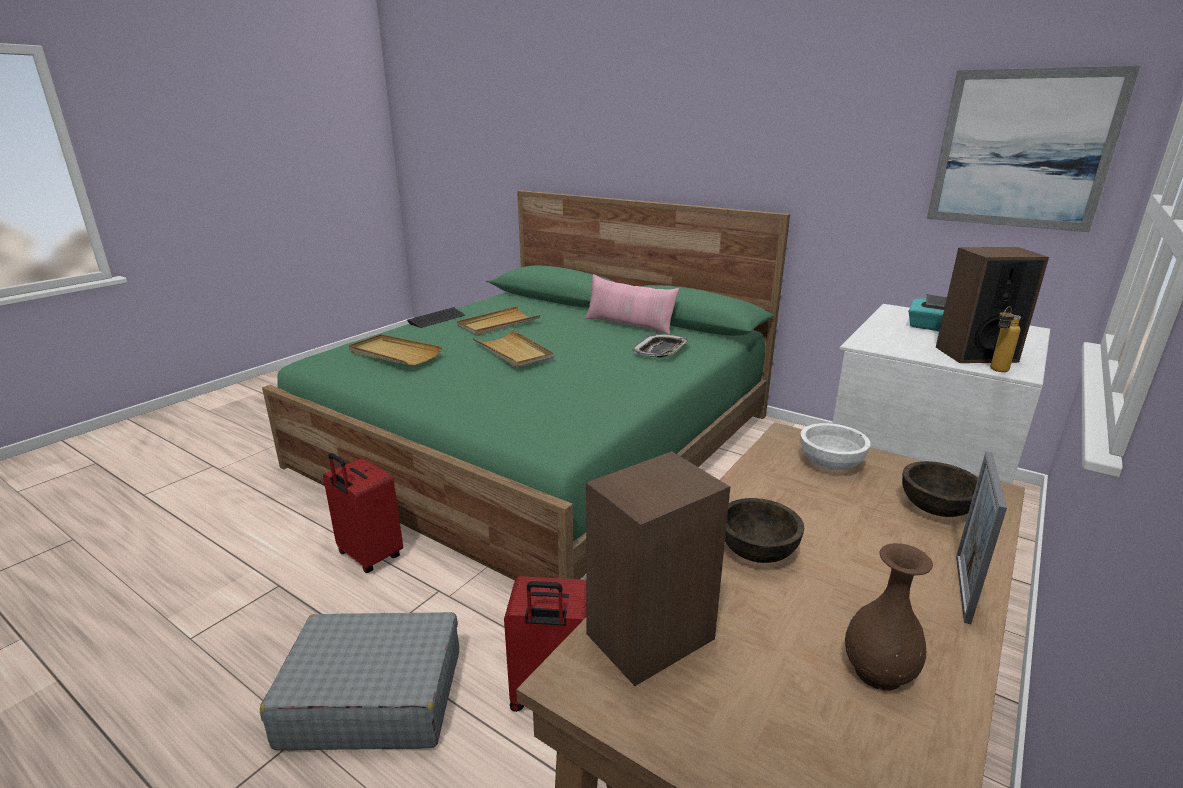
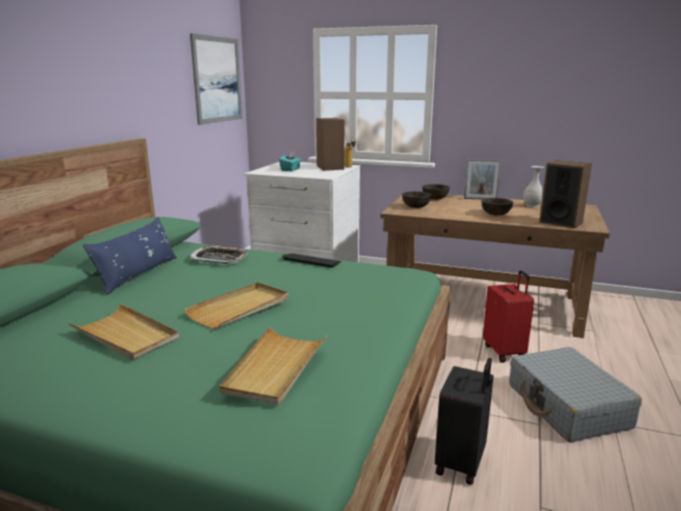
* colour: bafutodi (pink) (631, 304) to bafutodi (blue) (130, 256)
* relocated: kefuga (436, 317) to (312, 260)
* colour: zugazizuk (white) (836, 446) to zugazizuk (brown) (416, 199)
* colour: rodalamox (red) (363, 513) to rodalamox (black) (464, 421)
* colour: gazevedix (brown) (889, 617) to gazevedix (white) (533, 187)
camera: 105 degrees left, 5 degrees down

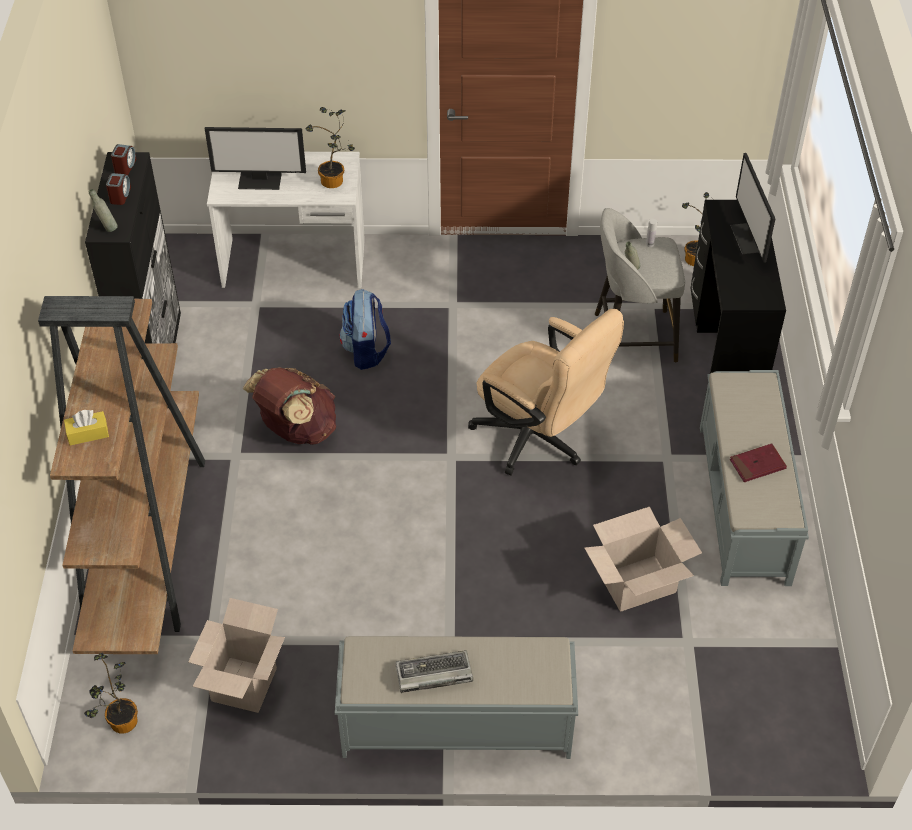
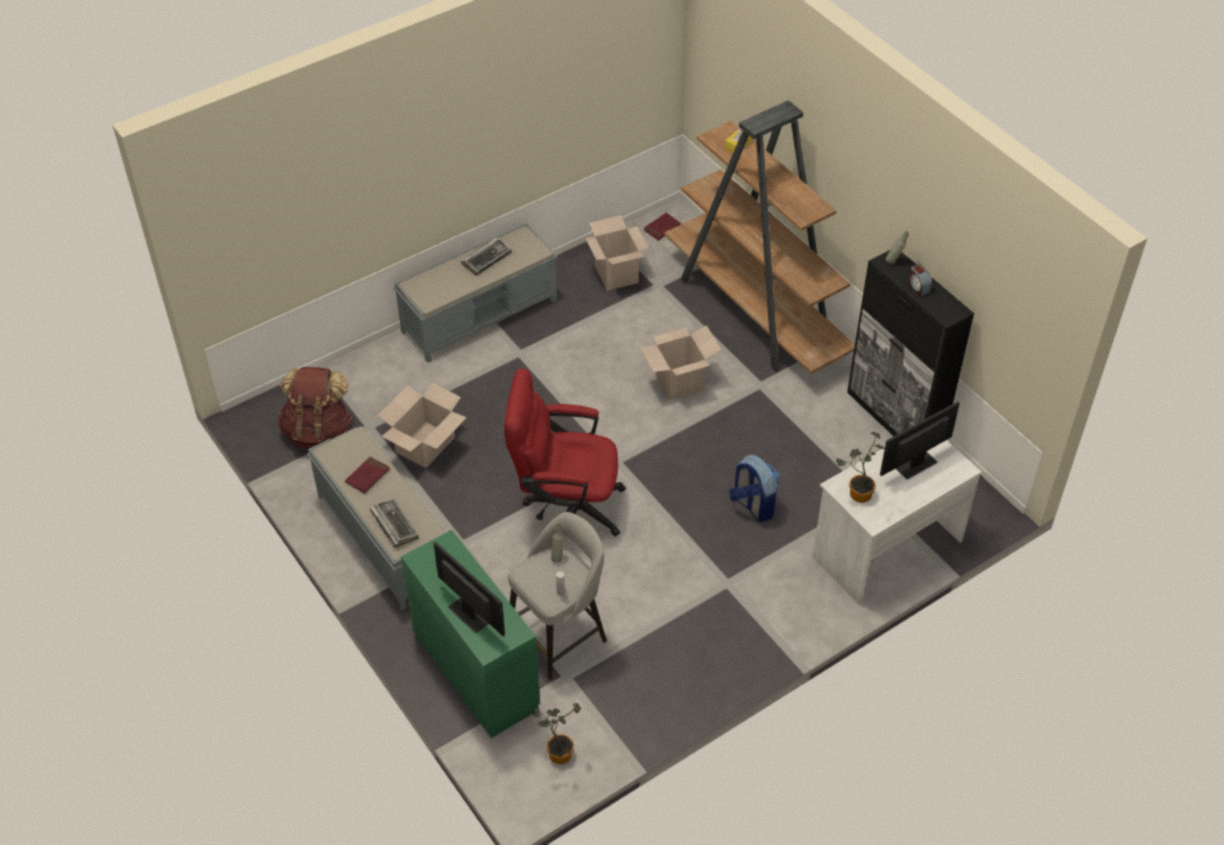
* missing: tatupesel (124, 159)
* colour: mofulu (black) (738, 298) to mofulu (green) (470, 634)
* colour: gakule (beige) (546, 392) to gakule (red) (565, 452)
* relocated: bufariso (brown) (289, 406) to (314, 408)
* exchanged: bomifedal (111, 693) to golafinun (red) (662, 227)
* appeared: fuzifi (680, 363)
* appeared: kefuga (394, 523)
camera: 145 degrees right, 0 degrees up

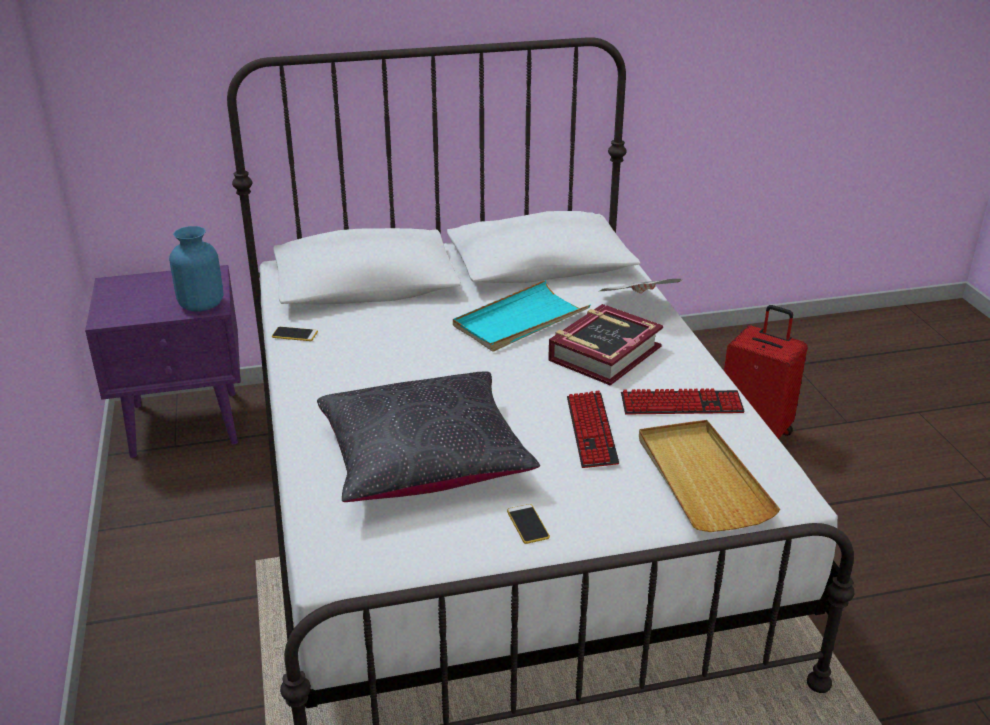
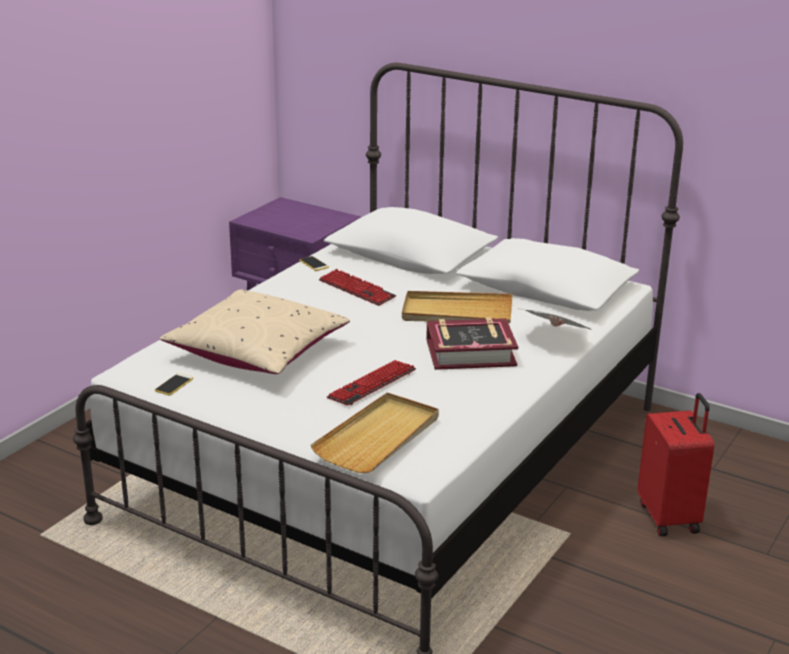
* missing: gazevedix (blue) (196, 268)
* colour: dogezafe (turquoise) (522, 316) to dogezafe (beige) (457, 307)
* colour: bafutodi (black) (428, 436) to bafutodi (beige) (254, 331)
* relocated: kefuga (683, 401) to (357, 287)
* relocated: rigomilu (528, 524) to (174, 384)
camera: 45 degrees right, 5 degrees down

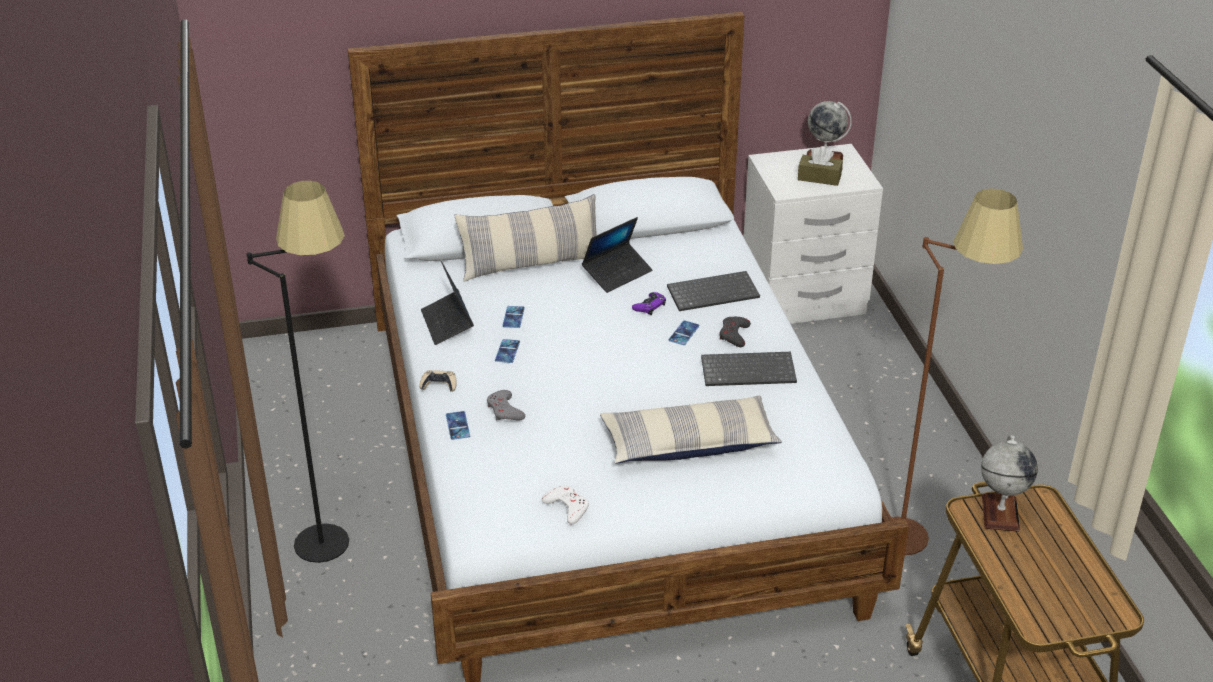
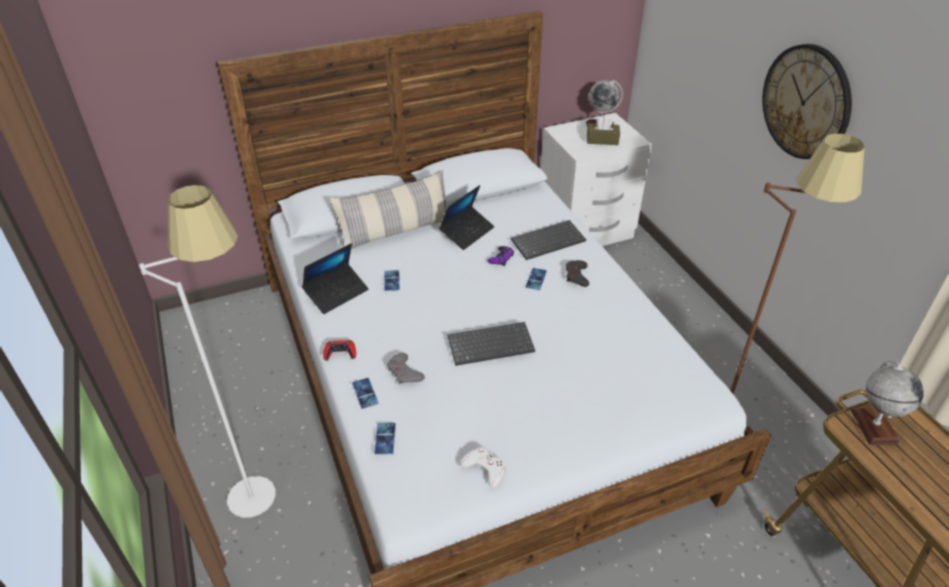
* colour: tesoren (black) (297, 372) to tesoren (white) (207, 351)
* spun: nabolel (447, 303) = (335, 278) 105 degrees counterclockwise
* relocated: rigomilu (507, 351) to (385, 439)
* relocated: kefuga (749, 369) to (491, 344)
* colour: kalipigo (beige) (438, 381) to kalipigo (red) (339, 350)
* missing: bafutodi (691, 430)
* appeared: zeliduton (807, 101)
camera: 10 degrees left, 5 degrees up

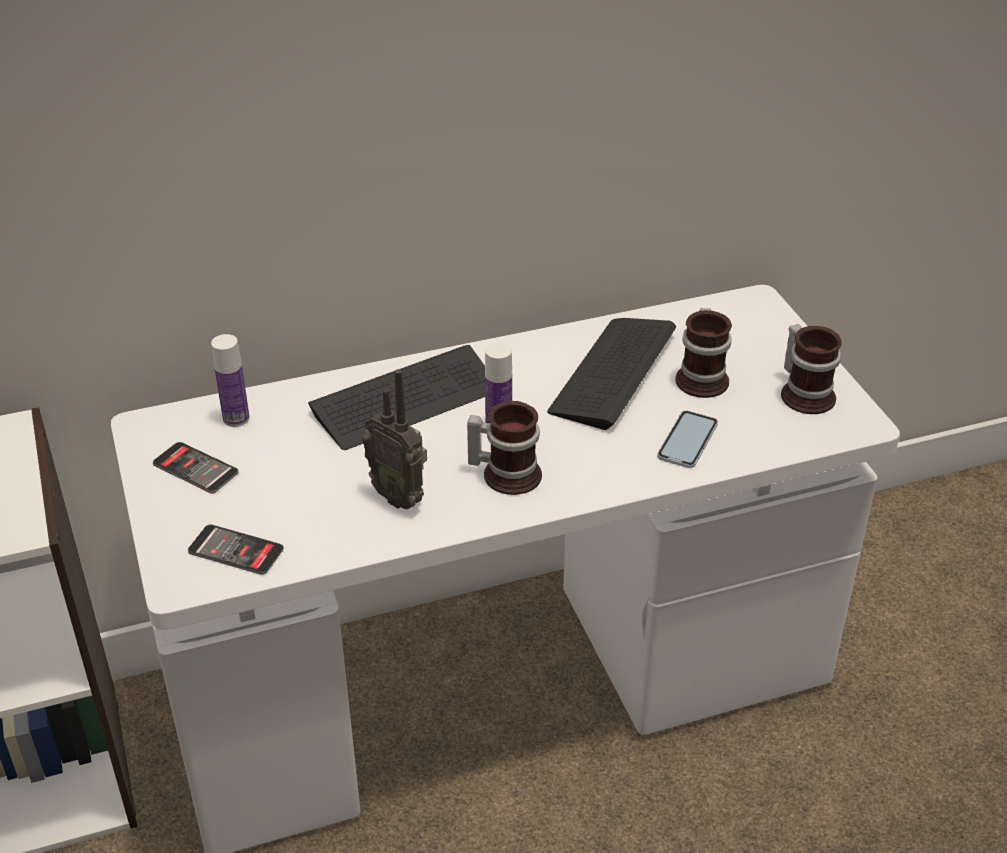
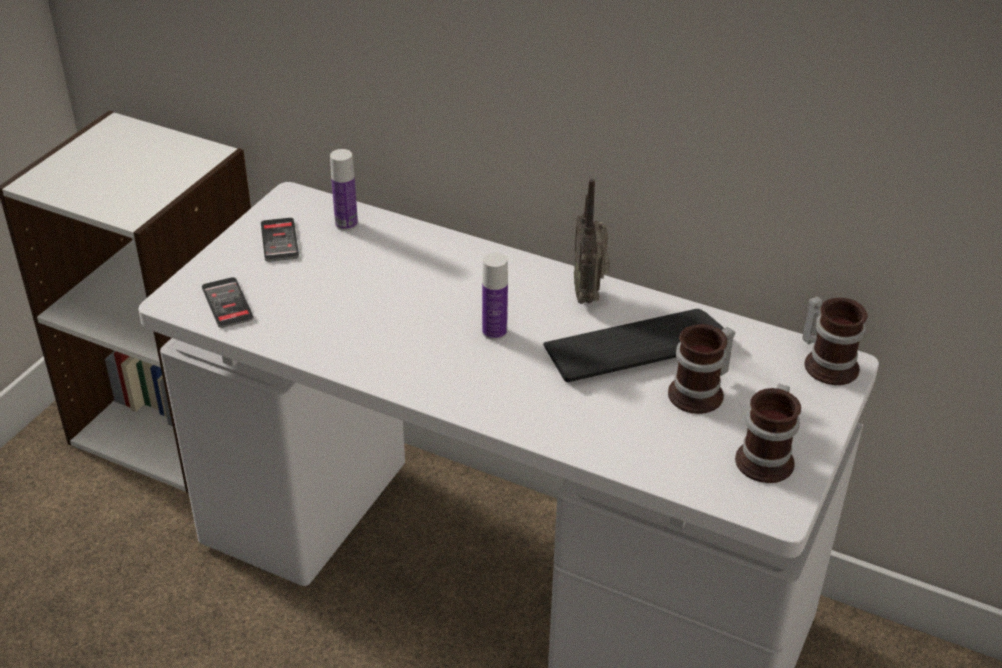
* missing: kefuga (396, 397)
* relocated: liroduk (394, 439) to (592, 241)
* relocated: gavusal (504, 448) to (835, 340)
* missing: rigomilu (687, 439)
camera: 45 degrees right, 0 degrees up

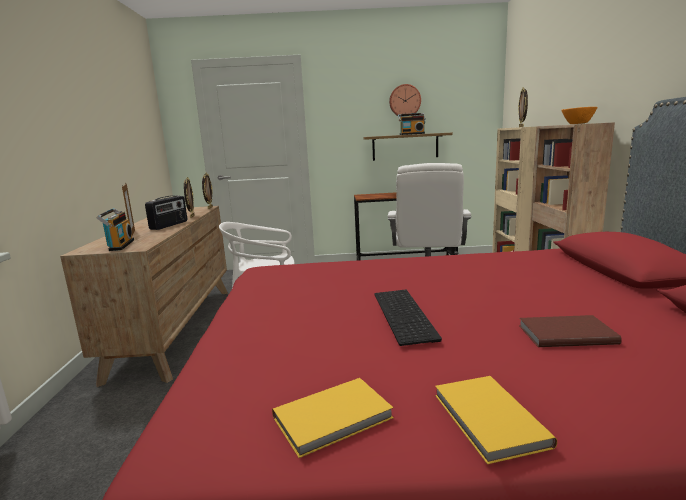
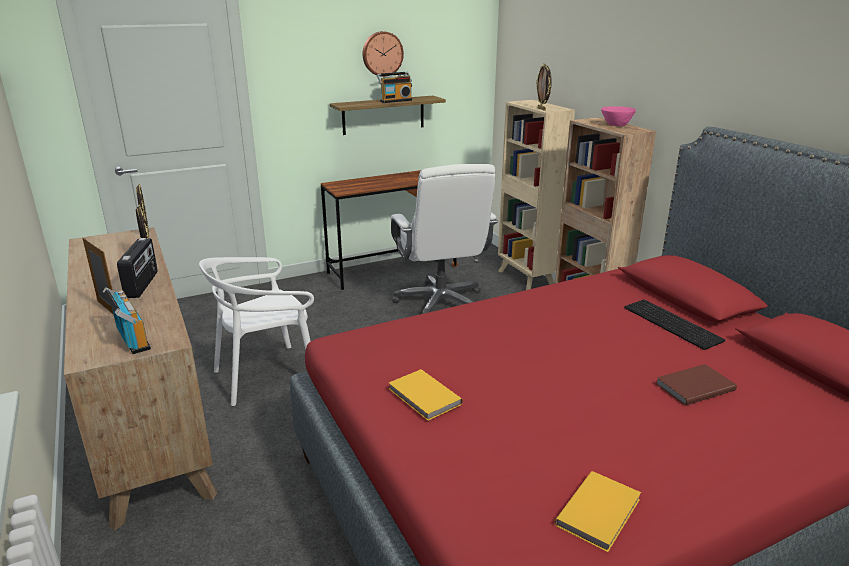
* colour: zugazizuk (orange) (579, 115) to zugazizuk (pink) (618, 116)
* relocated: kefuga (408, 318) to (674, 324)
* relocated: golafinun (yellow) (496, 420) to (426, 395)
camera: 25 degrees left, 10 degrees up

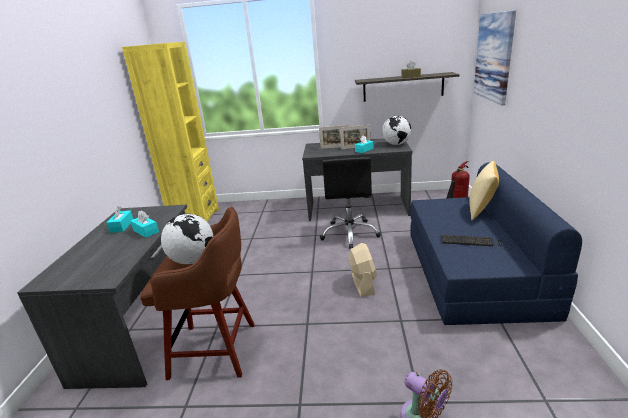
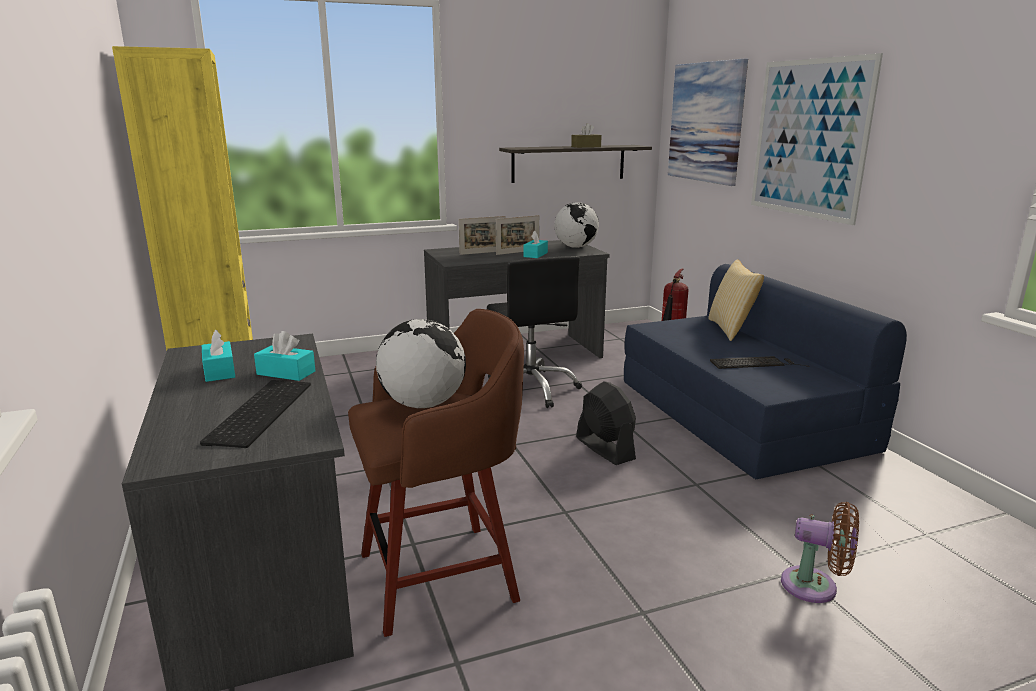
* colour: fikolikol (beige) (362, 270) to fikolikol (black) (606, 423)
* appeared: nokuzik (817, 139)
* appeared: kefuga (255, 414)
camera: 25 degrees left, 5 degrees down

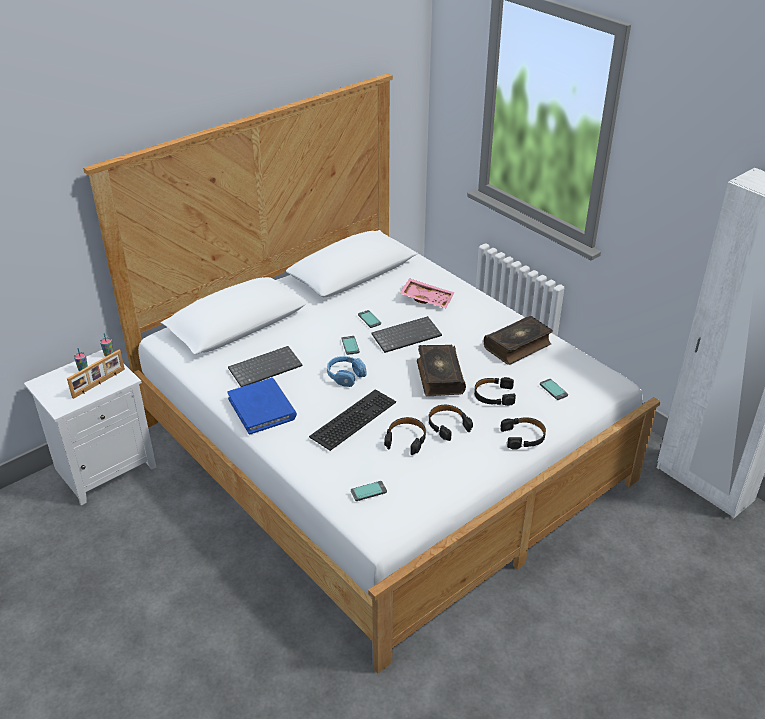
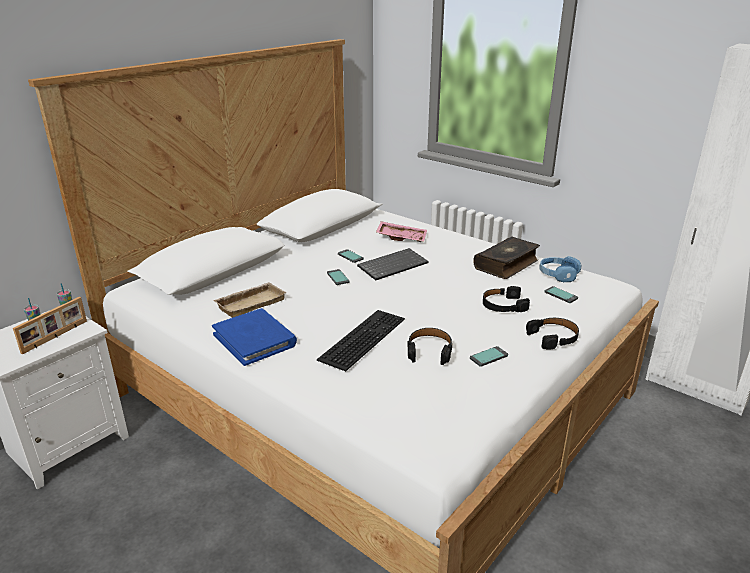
* missing: golafinun (441, 370)
* exchanged: kefuga (265, 366) to dogezafe (beige) (250, 300)
* relocated: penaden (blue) (347, 371) to (560, 269)
* missing: penaden (black) (451, 423)
* relocated: rigomilu (369, 491) to (489, 356)
camera: 10 degrees left, 10 degrees down

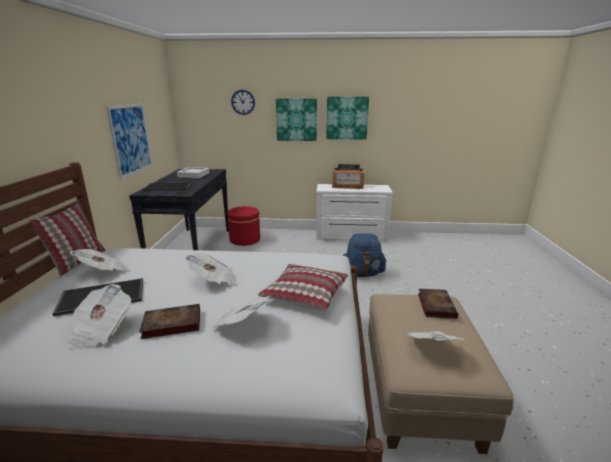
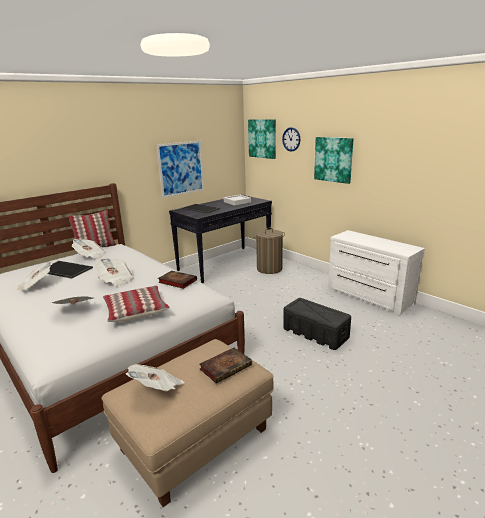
* relocated: nokuzik (347, 118) to (262, 139)
* missing: liroduk (348, 176)
* exchanged: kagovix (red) (243, 226) to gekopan (269, 250)
* exchanged: bufariso (blue) (365, 255) to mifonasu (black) (317, 324)
* relocated: golafinun (169, 321) to (177, 280)
camera: 45 degrees right, 0 degrees up

